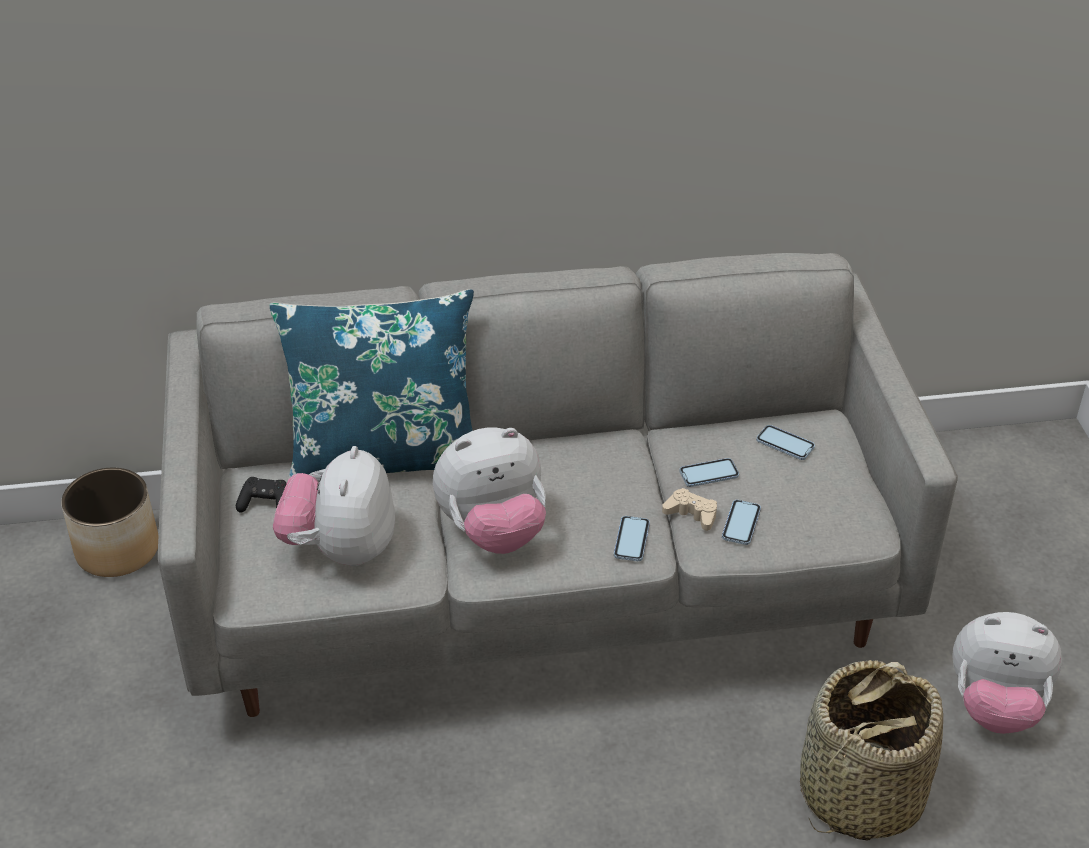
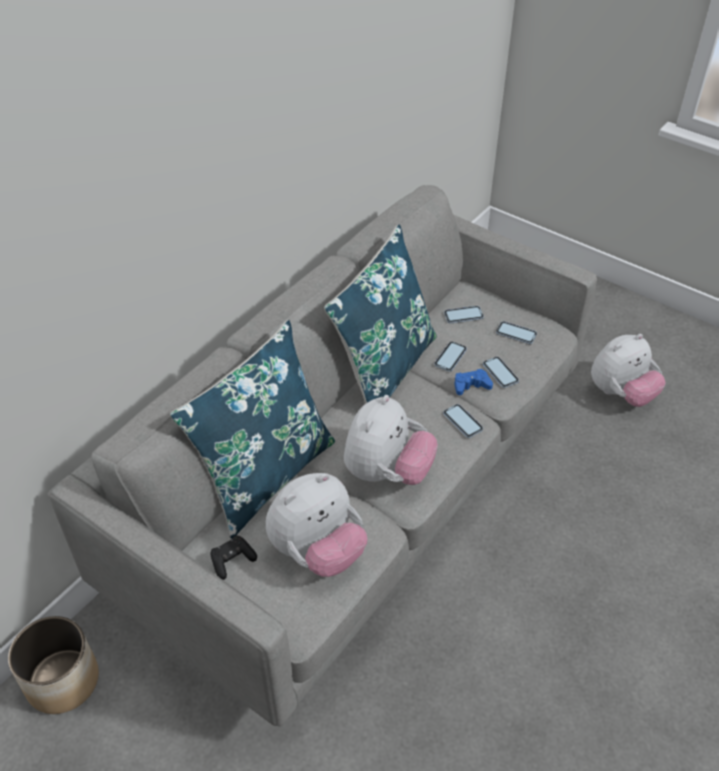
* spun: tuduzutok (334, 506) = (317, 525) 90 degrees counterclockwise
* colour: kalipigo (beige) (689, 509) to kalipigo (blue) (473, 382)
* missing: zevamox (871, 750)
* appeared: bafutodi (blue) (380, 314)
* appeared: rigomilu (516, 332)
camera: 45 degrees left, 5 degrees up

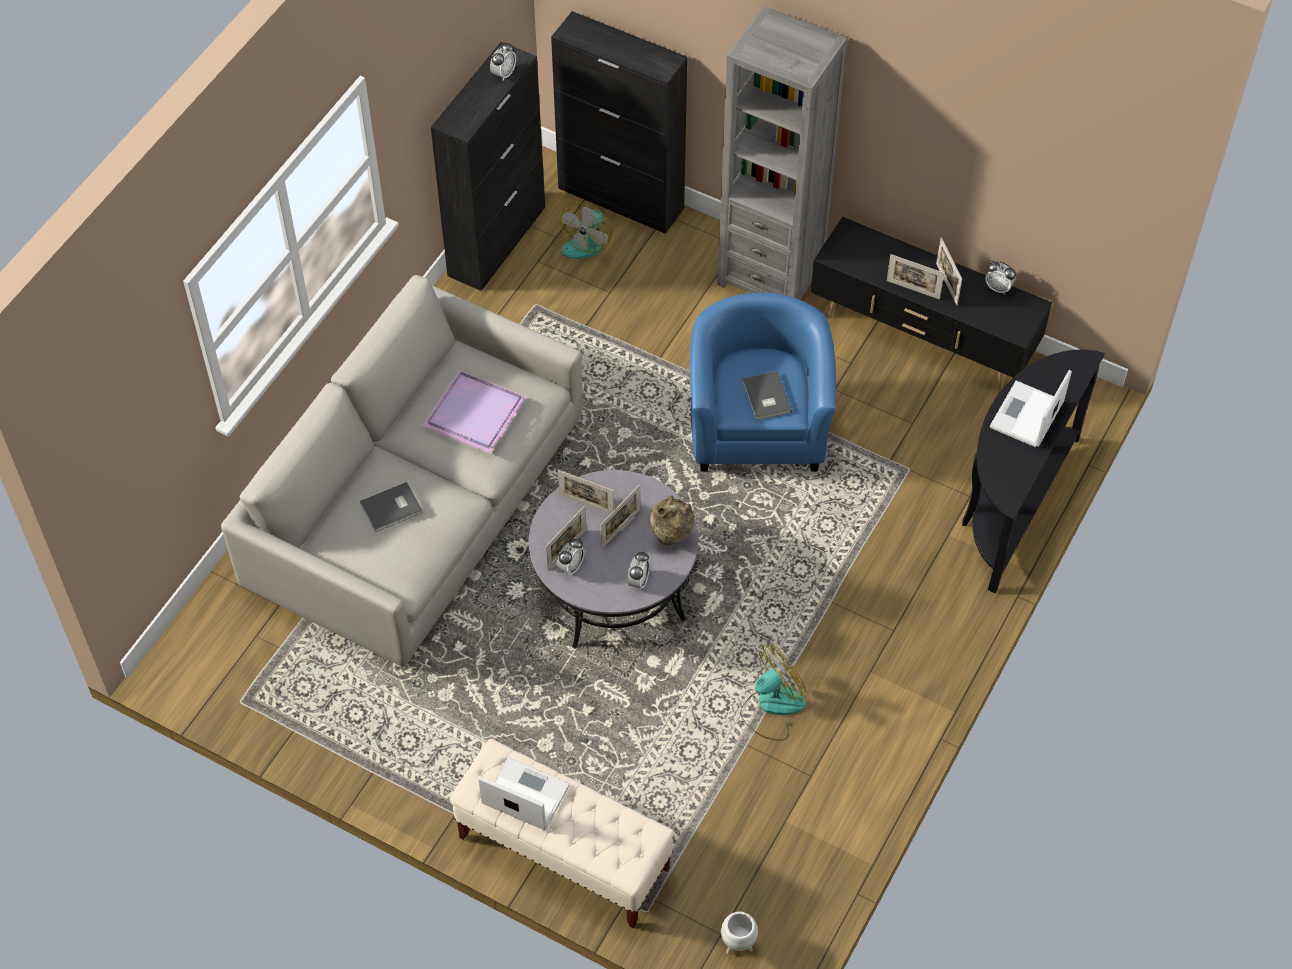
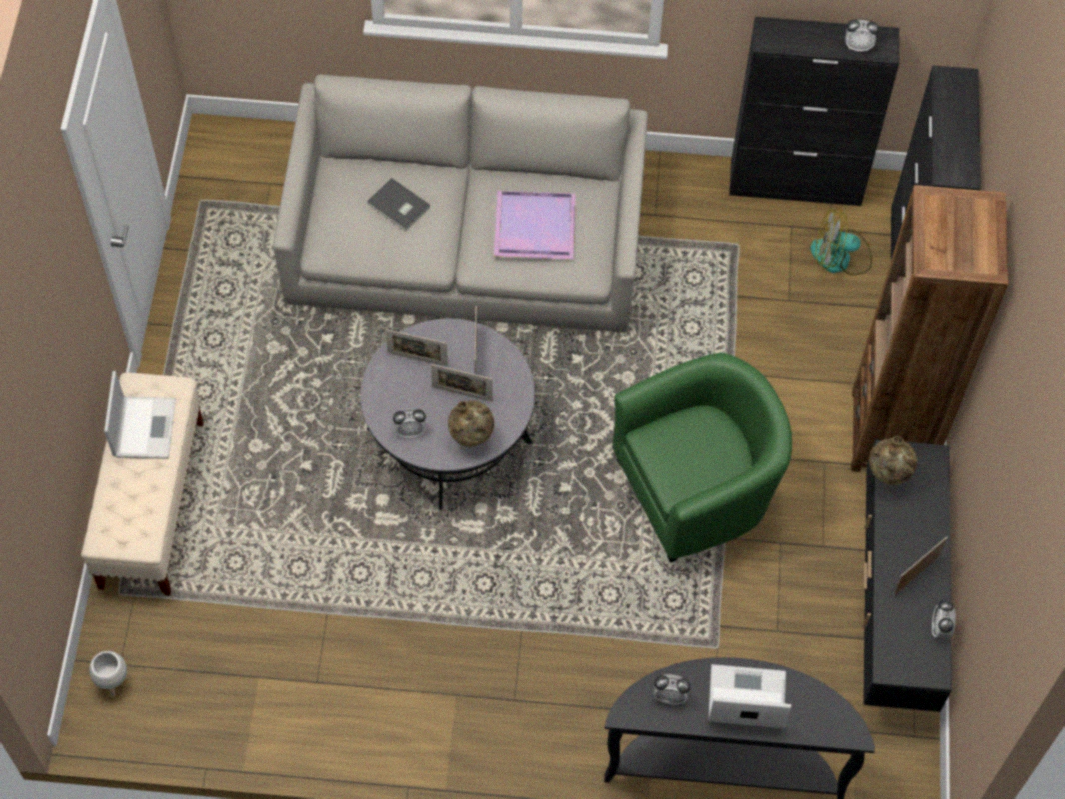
* colour: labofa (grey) (782, 153) to labofa (brown) (929, 328)
* missing: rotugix (915, 276)
* colour: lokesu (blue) (763, 382) to lokesu (green) (702, 458)
* missing: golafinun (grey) (767, 395)
* relocated: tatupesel (570, 557) to (672, 689)
* missing: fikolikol (773, 692)
* appeared: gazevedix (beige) (893, 460)
camera: 65 degrees right, 5 degrees up

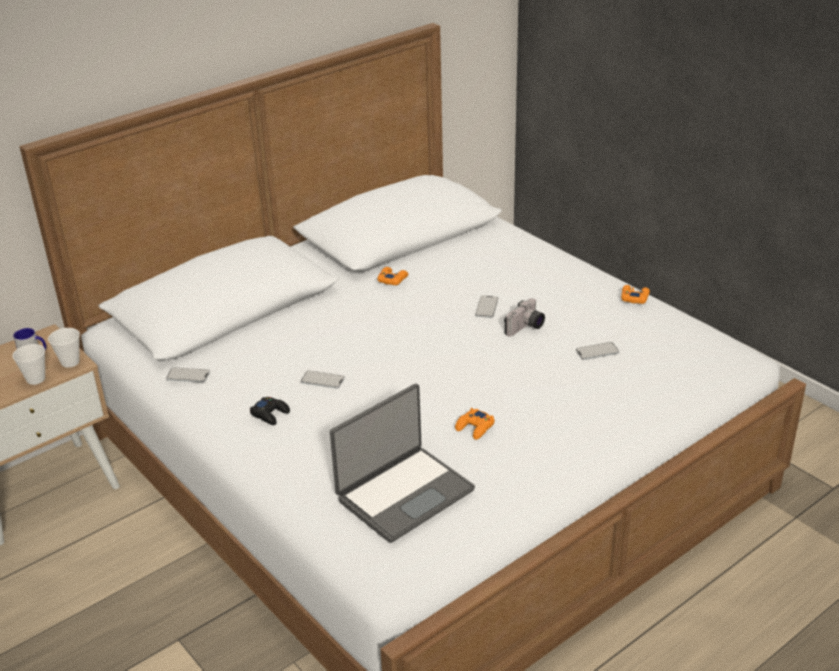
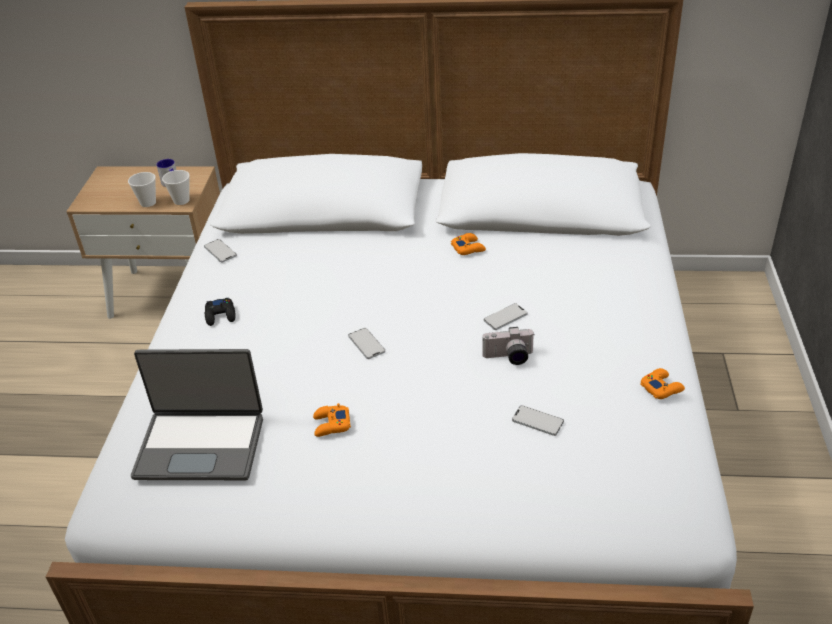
* relocated: rigomilu (323, 380) to (366, 343)
camera: 45 degrees right, 5 degrees up

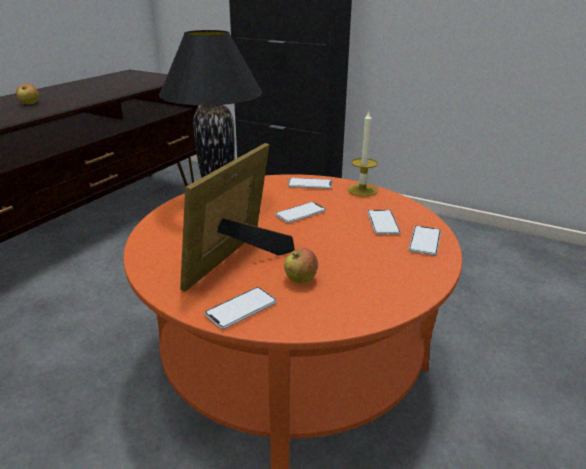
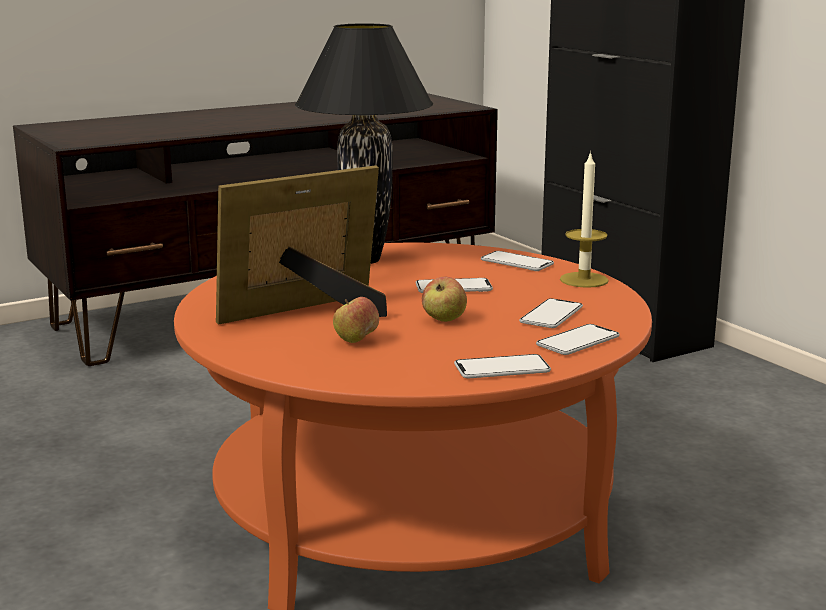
* relocated: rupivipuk (27, 94) to (444, 299)
* relocated: rigomilu (240, 308) to (502, 366)
camera: 30 degrees right, 10 degrees down

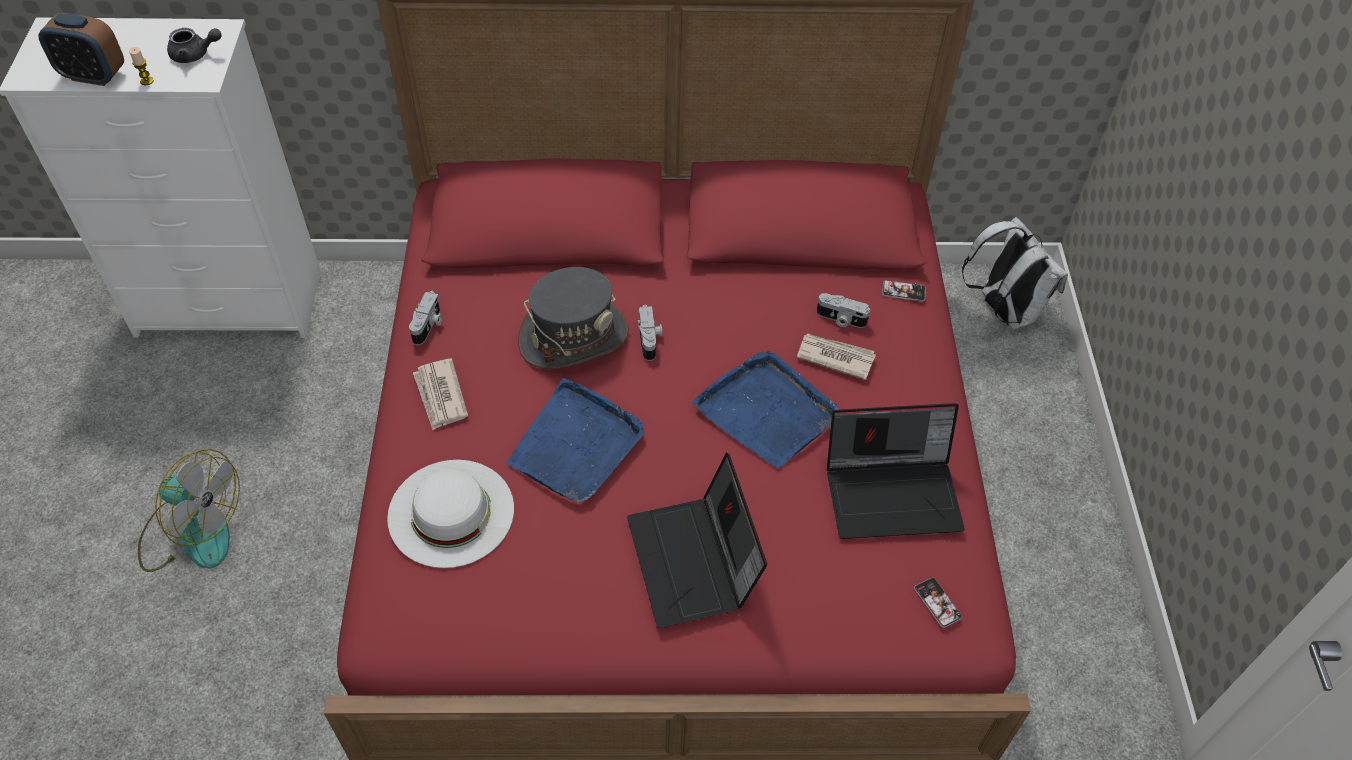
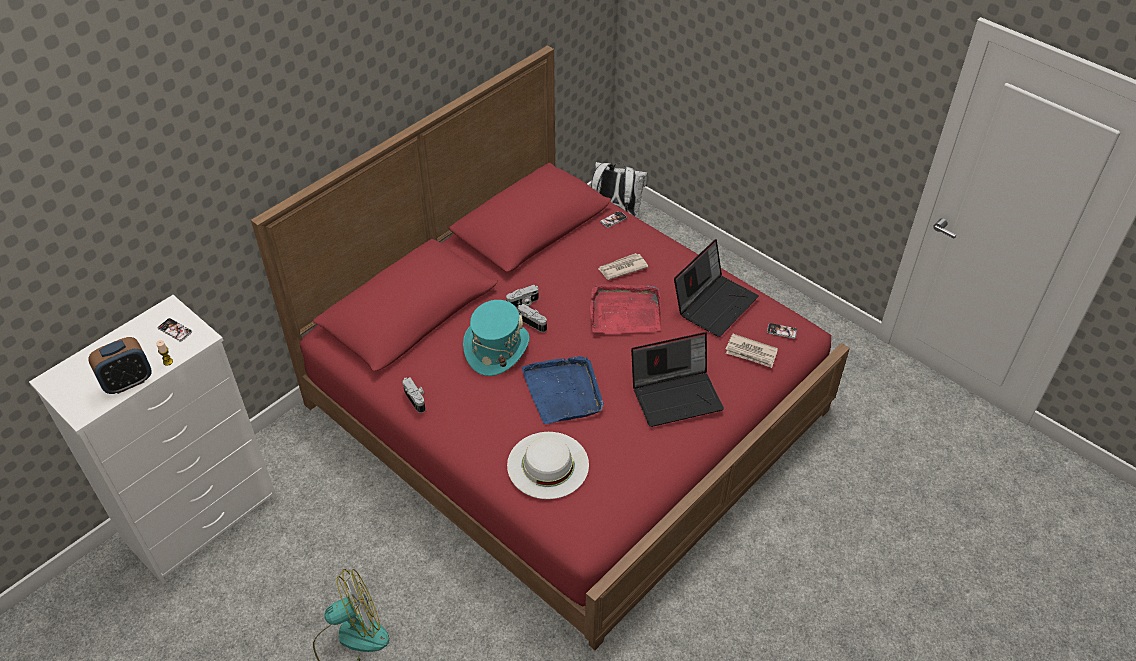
* exchanged: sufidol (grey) (194, 45) to rigomilu (175, 329)
* colour: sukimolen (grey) (573, 318) to sukimolen (turquoise) (496, 338)
* relocated: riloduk (843, 310) to (522, 296)
* colour: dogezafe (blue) (765, 409) to dogezafe (red) (625, 309)
* relocated: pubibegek (440, 394) to (751, 351)
* spun: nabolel (697, 540) = (677, 379) 45 degrees counterclockwise
camera: 45 degrees left, 5 degrees down

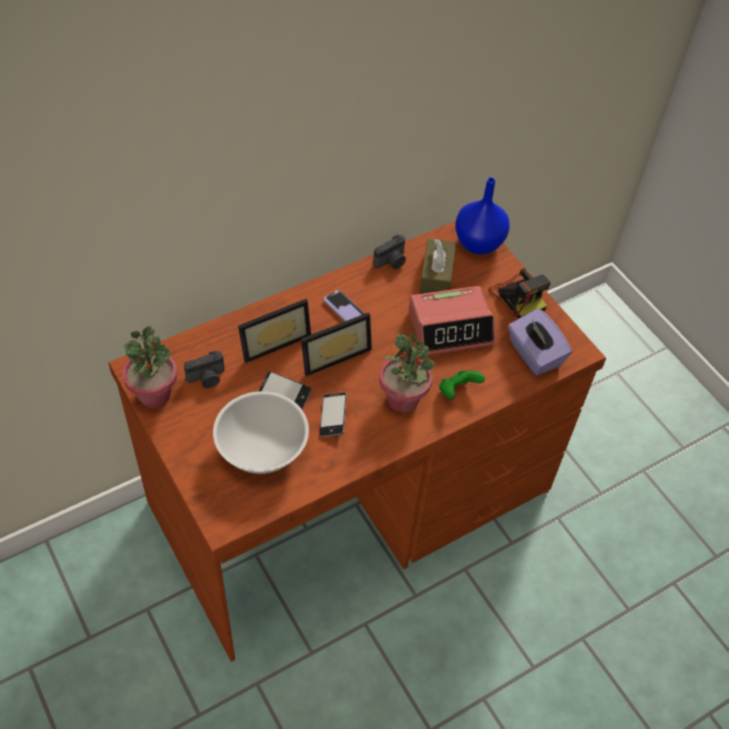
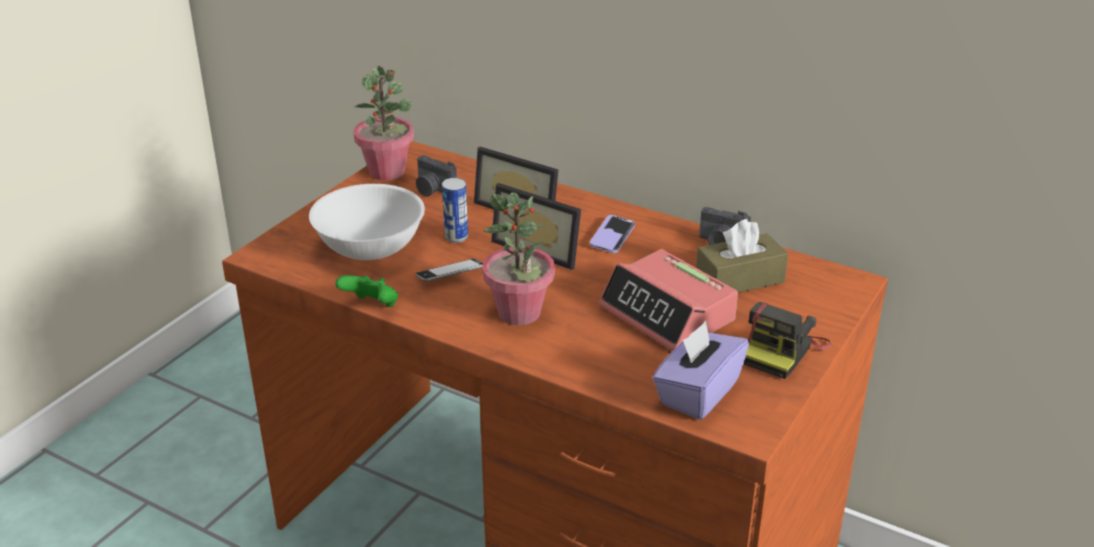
* missing: gazevedix (blue) (482, 216)
* exchanged: rigomilu (285, 390) to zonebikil (455, 210)
* relocated: kalipigo (green) (462, 385) to (366, 291)
camera: 65 degrees right, 20 degrees down

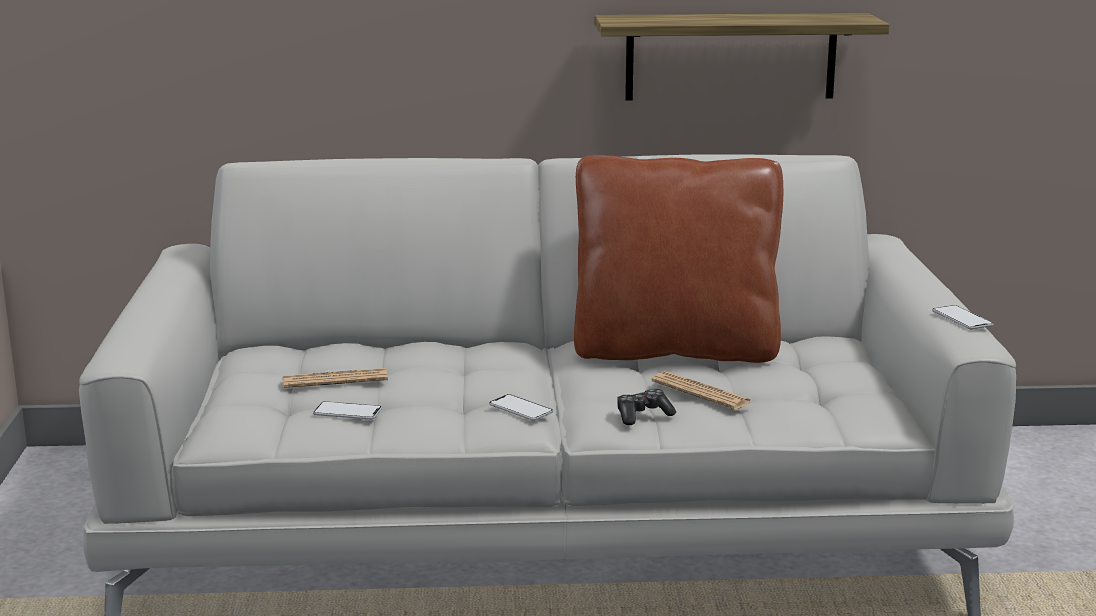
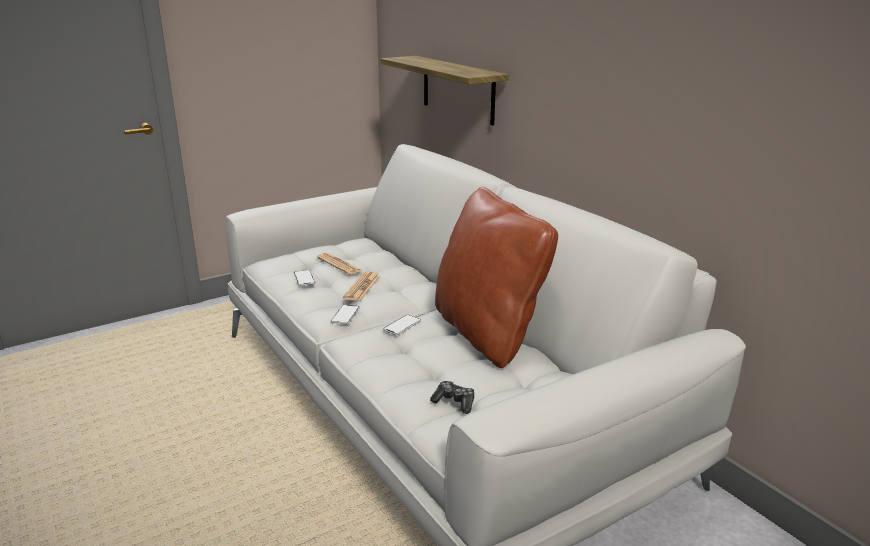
* relocated: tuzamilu (742, 57) to (444, 90)
* relocated: rigomilu (963, 317) to (402, 325)
* relocated: pubibegek (701, 390) to (361, 286)
* relocated: kalipigo (646, 407) to (452, 397)
camera: 60 degrees right, 5 degrees up

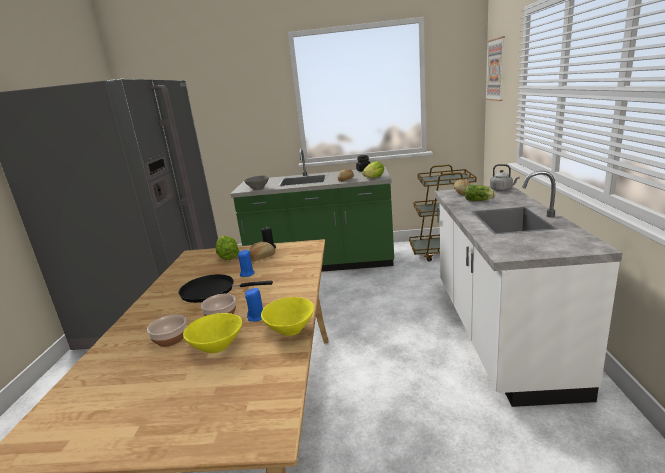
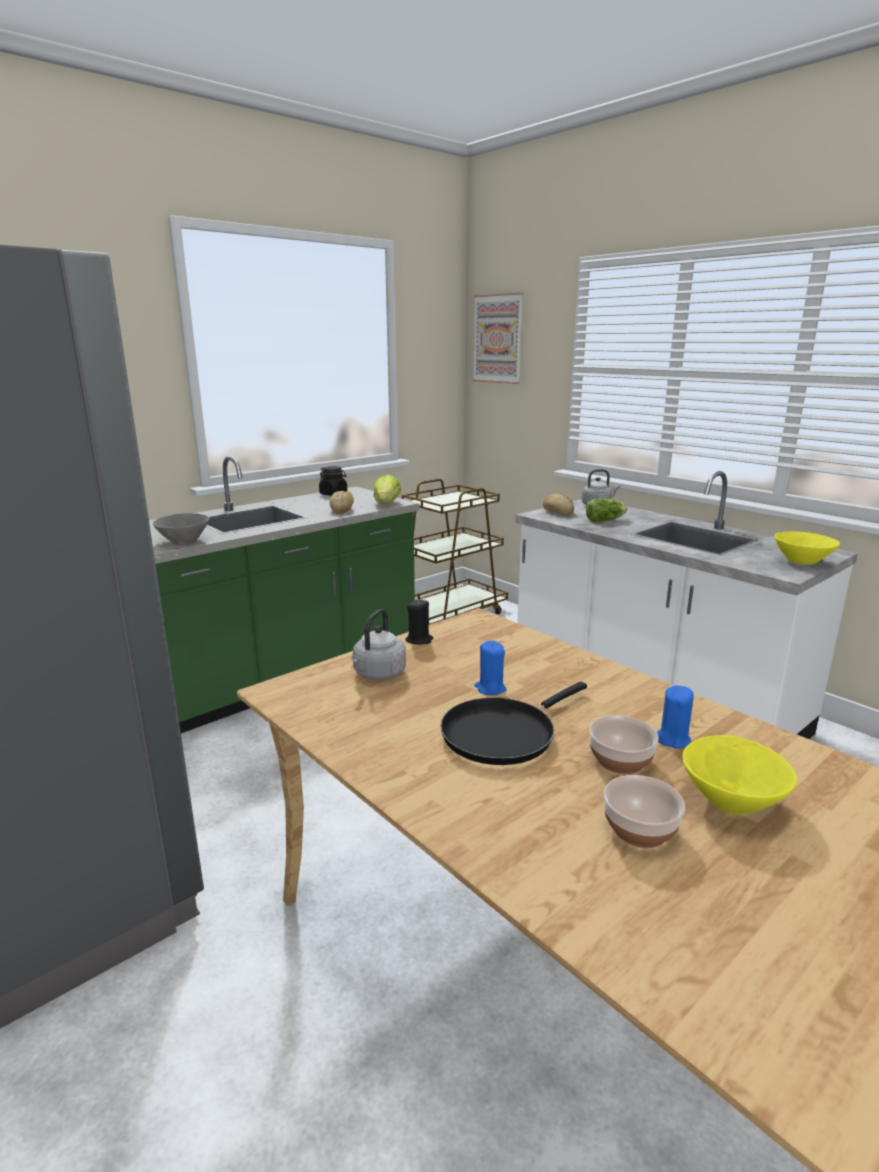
* exchanged: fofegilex (227, 248) to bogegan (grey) (379, 644)
* missing: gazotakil (262, 252)
* relocated: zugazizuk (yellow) (287, 316) to (807, 548)
camera: 45 degrees left, 0 degrees up

